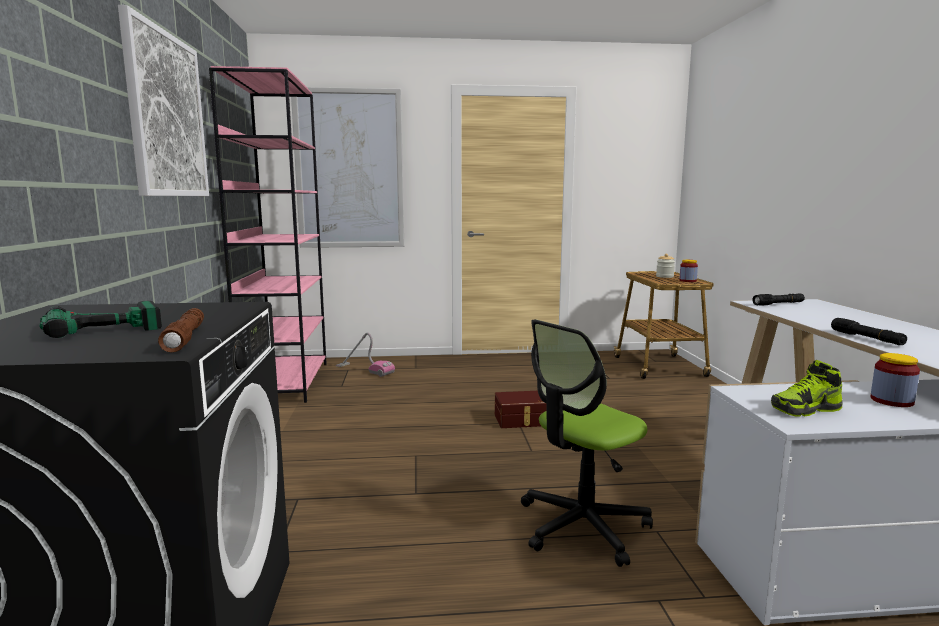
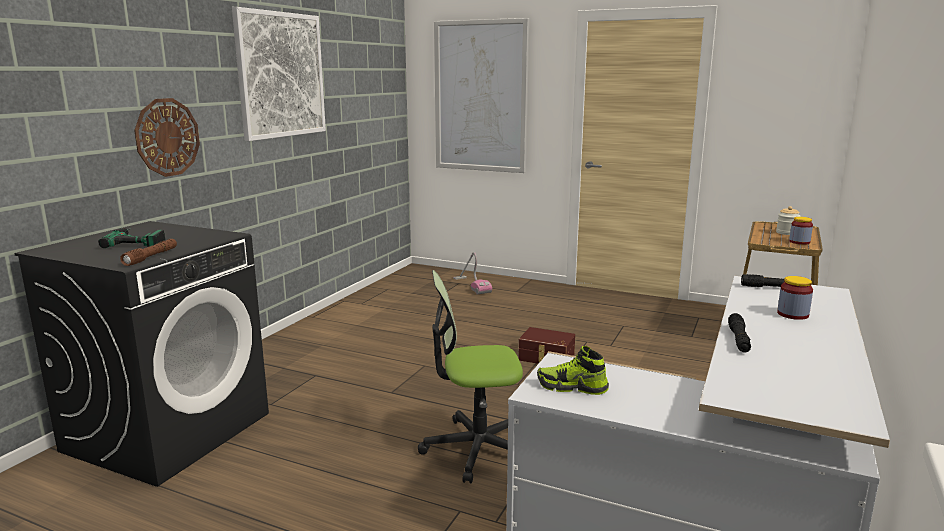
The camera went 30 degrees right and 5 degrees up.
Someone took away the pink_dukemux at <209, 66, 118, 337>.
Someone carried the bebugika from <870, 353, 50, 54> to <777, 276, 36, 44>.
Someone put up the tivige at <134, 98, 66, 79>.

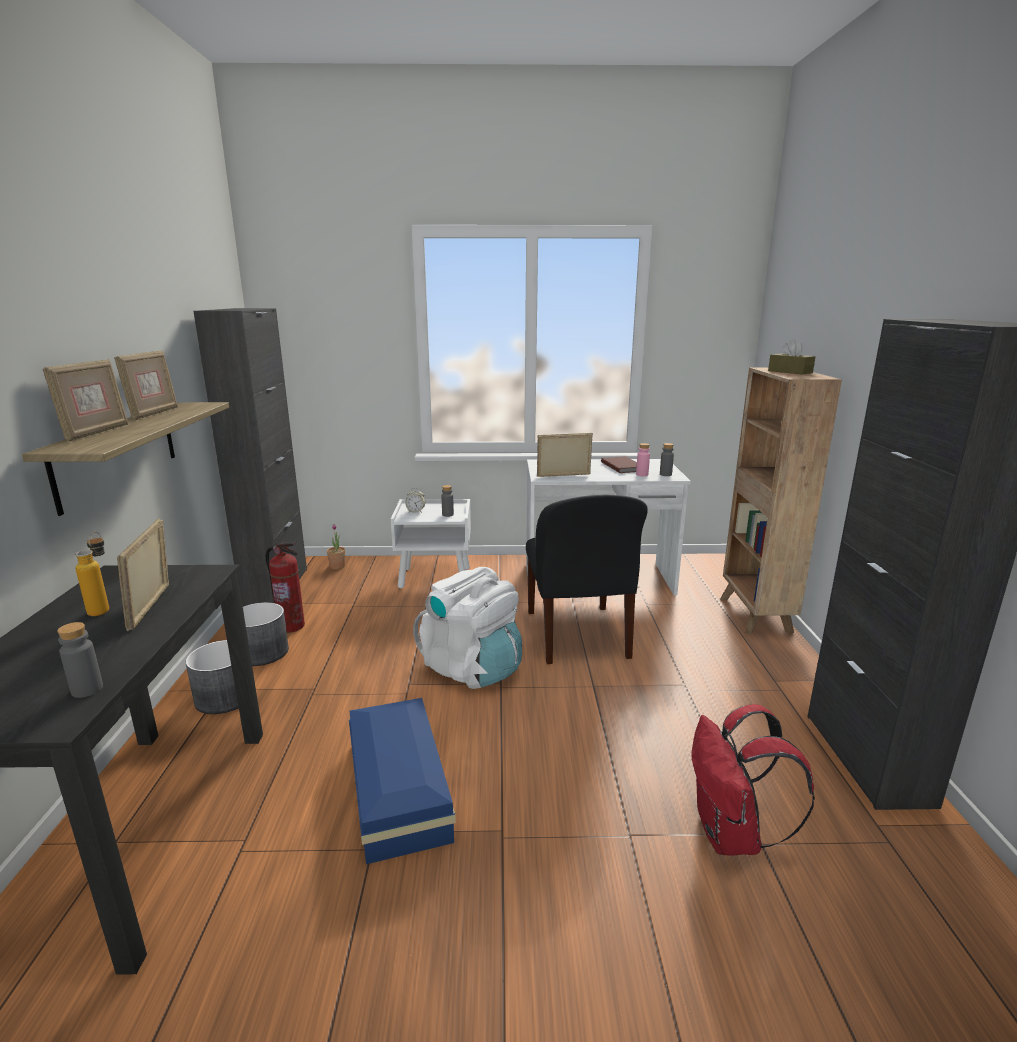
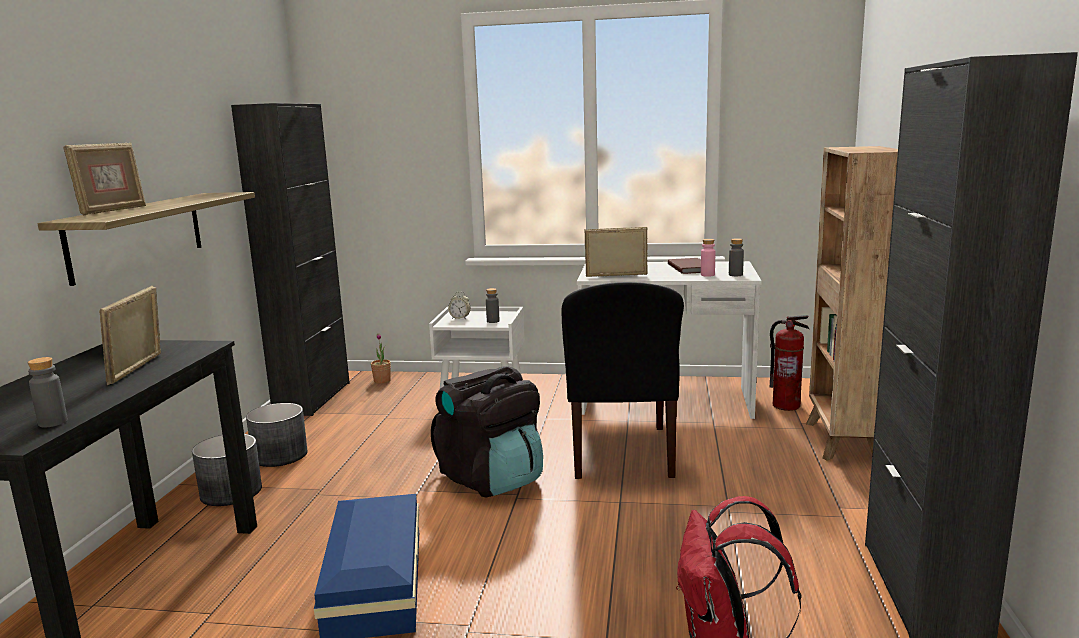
The camera went 10 degrees right and 5 degrees down.
Someone took away the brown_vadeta at <768, 339, 47, 36>.
Someone took away the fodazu at <114, 350, 64, 70>.
Someone took away the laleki at <75, 532, 34, 84>.
Someone carried the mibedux from <266, 542, 39, 91> to <770, 315, 39, 96>.
Someone repainted the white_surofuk at <413, 567, 109, 122>, which became the black_surofuk at <431, 366, 112, 131>.

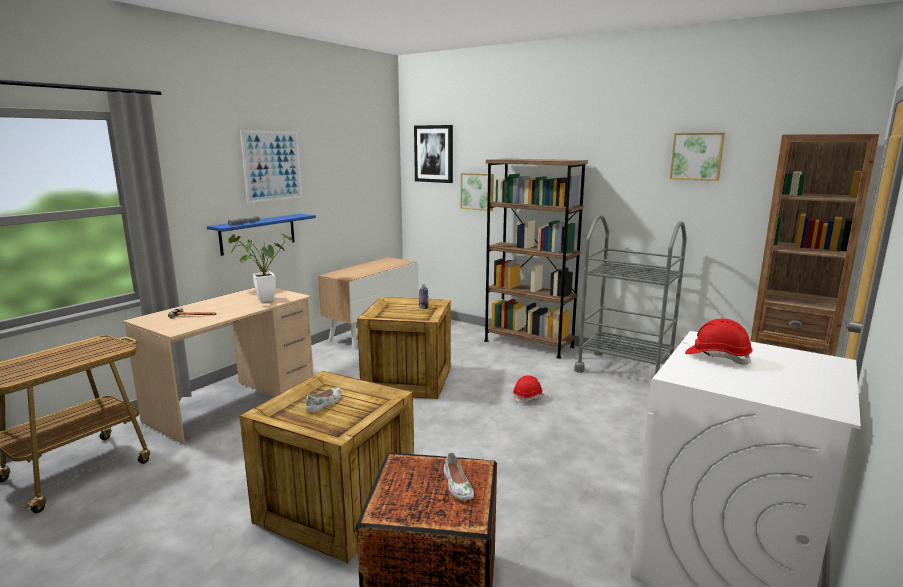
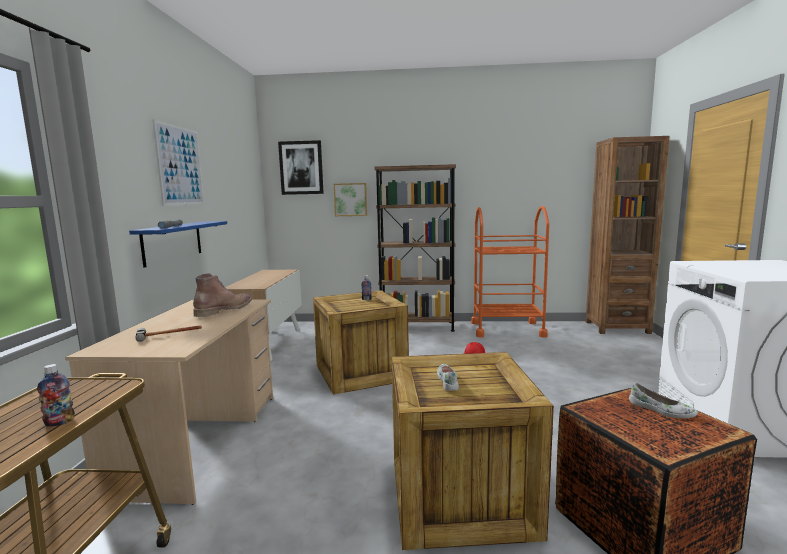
The camera went 30 degrees left and 5 degrees down.
Someone took away the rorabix at <670, 133, 55, 48>.
Someone repainted the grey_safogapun at <574, 215, 113, 169>, which became the orange_safogapun at <471, 206, 78, 132>.
Someone swapped the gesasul at <228, 233, 66, 69> for the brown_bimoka at <193, 273, 59, 44>.
Someone took away the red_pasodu at <685, 318, 68, 47>.
Someone put down the laleki at <37, 364, 38, 63>.

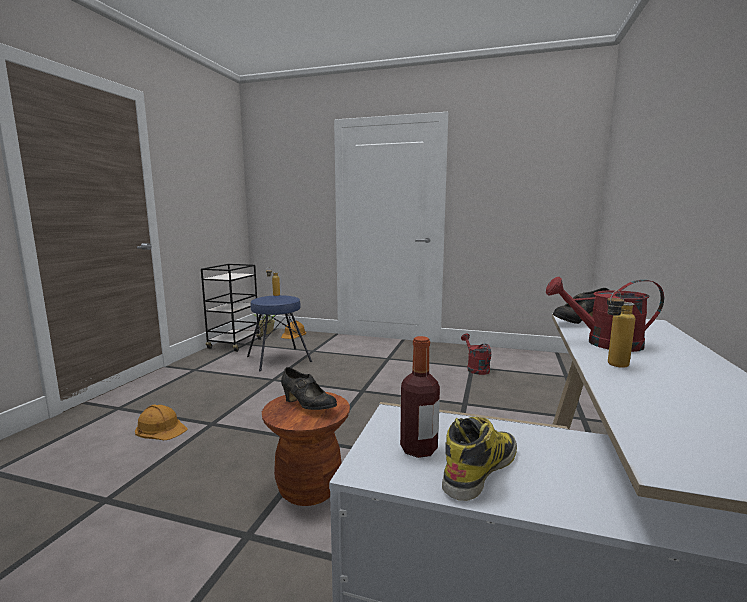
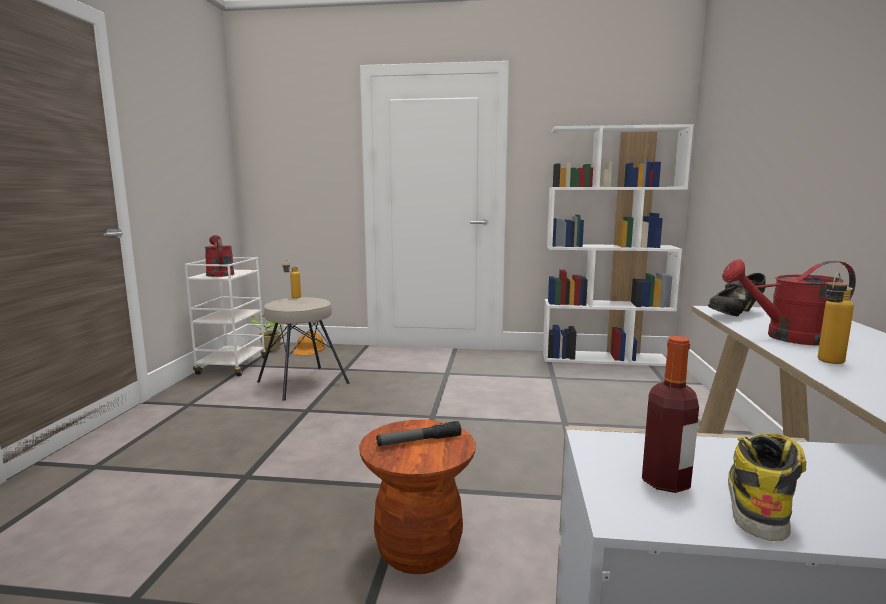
The camera went 10 degrees left and 0 degrees up.
Someone repainted the black_safogapun at <201, 264, 62, 88>, which became the white_safogapun at <185, 257, 85, 119>.
Someone repainted the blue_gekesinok at <247, 295, 65, 76>, which became the beige_gekesinok at <257, 297, 93, 104>.
Someone carried the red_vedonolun from <461, 333, 30, 42> to <205, 235, 29, 42>.
Someone swapped the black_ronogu at <281, 367, 56, 43> for the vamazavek at <376, 421, 85, 25>.
Someone took away the orange_pasodu at <135, 404, 53, 36>.
Someone put down the white_dukemux at <543, 124, 151, 242>.

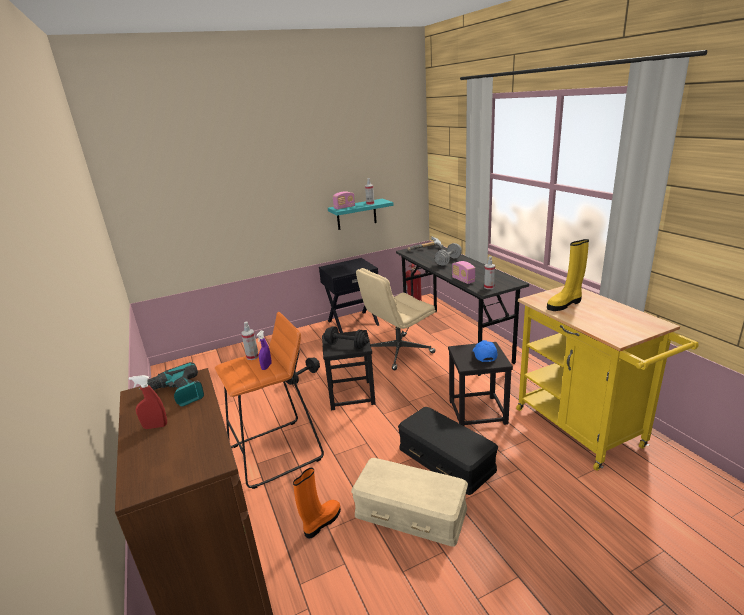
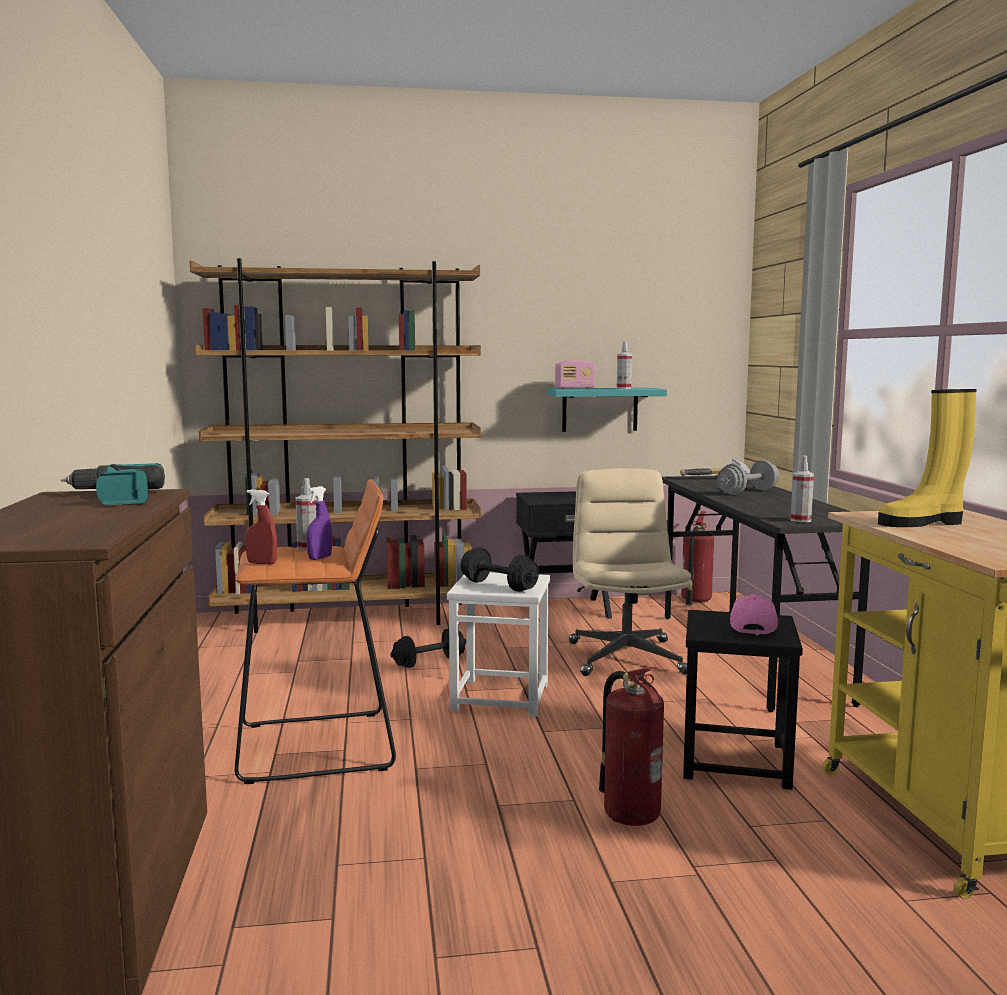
The camera went 15 degrees right and 15 degrees down.
Someone took away the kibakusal at <452, 261, 23, 23>.
Someone rotated the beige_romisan at <356, 268, 80, 102> by 105 degrees clockwise.
Someone repainted the black_gekesinok at <322, 330, 54, 80>, which became the white_gekesinok at <447, 572, 103, 145>.
Someone repainted the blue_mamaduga at <473, 340, 24, 22>, which became the pink_mamaduga at <730, 594, 48, 41>.
Someone carried the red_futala from <129, 375, 38, 54> to <245, 490, 32, 74>.
Someone swapped the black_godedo at <398, 407, 100, 88> for the mibedux at <599, 667, 65, 159>.
Someone took away the beige_godedo at <351, 458, 117, 89>.
Someone took away the orange_bimoka at <293, 468, 48, 71>.
Someone put down the brown_dukemux at <190, 258, 291, 375>.

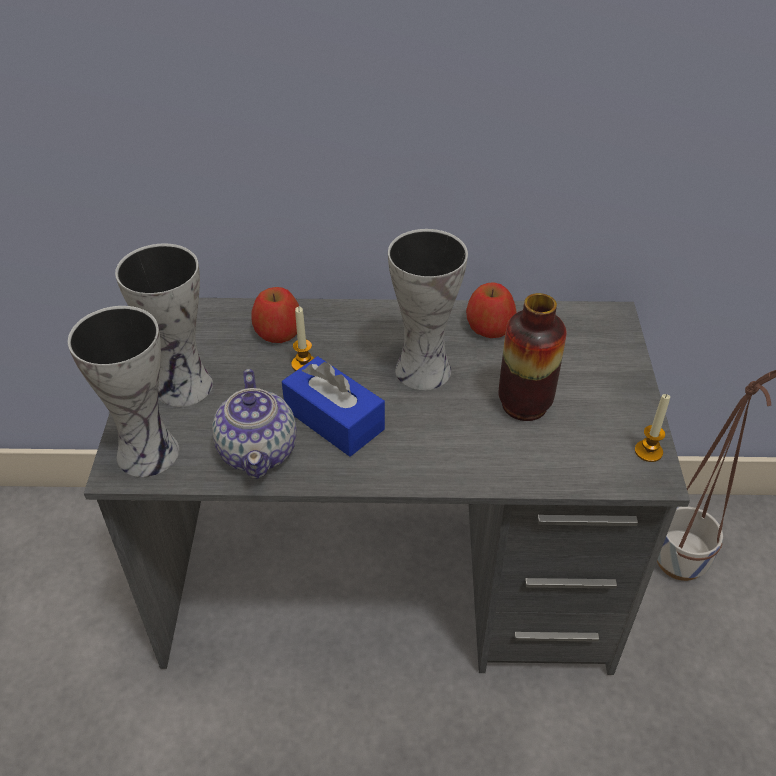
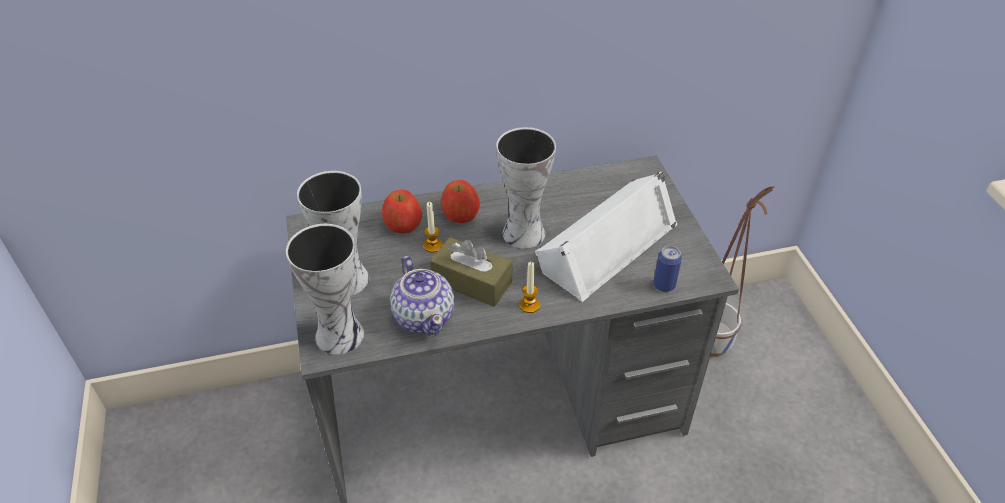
The camera went 15 degrees left and 0 degrees up.
Someone carried the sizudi from <466, 283, 51, 55> to <441, 180, 39, 43>.
Someone swapped the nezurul at <498, 293, 69, 128> for the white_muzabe at <535, 171, 142, 131>.
Someone repainted the blue_vadeta at <282, 356, 103, 100>, which became the brown_vadeta at <430, 237, 82, 70>.
Someone carried the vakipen from <635, 394, 35, 68> to <519, 262, 21, 51>.
Someone put down the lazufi at <653, 246, 29, 46>.

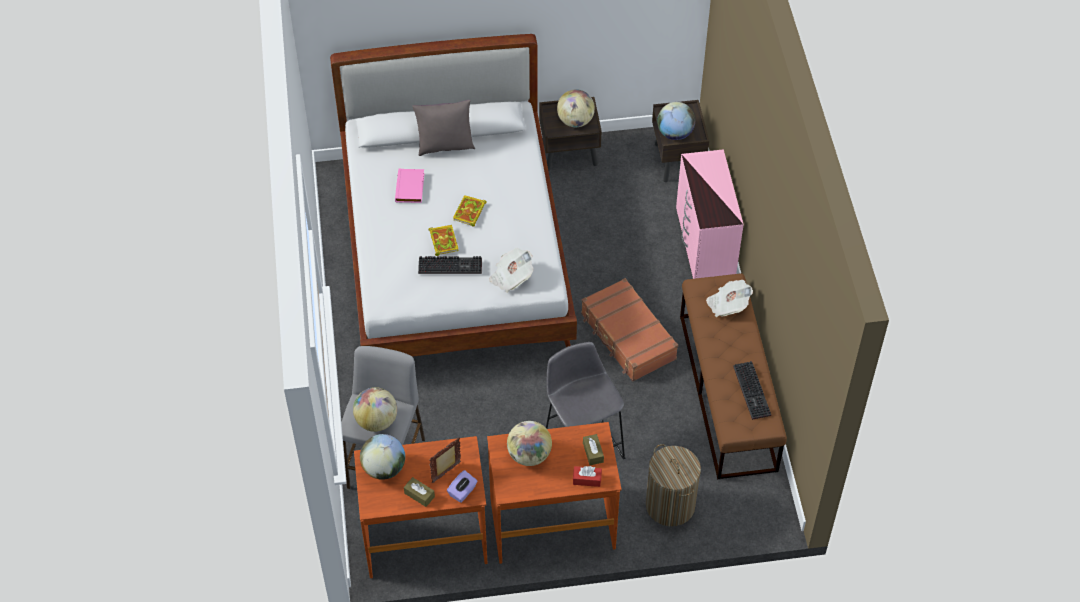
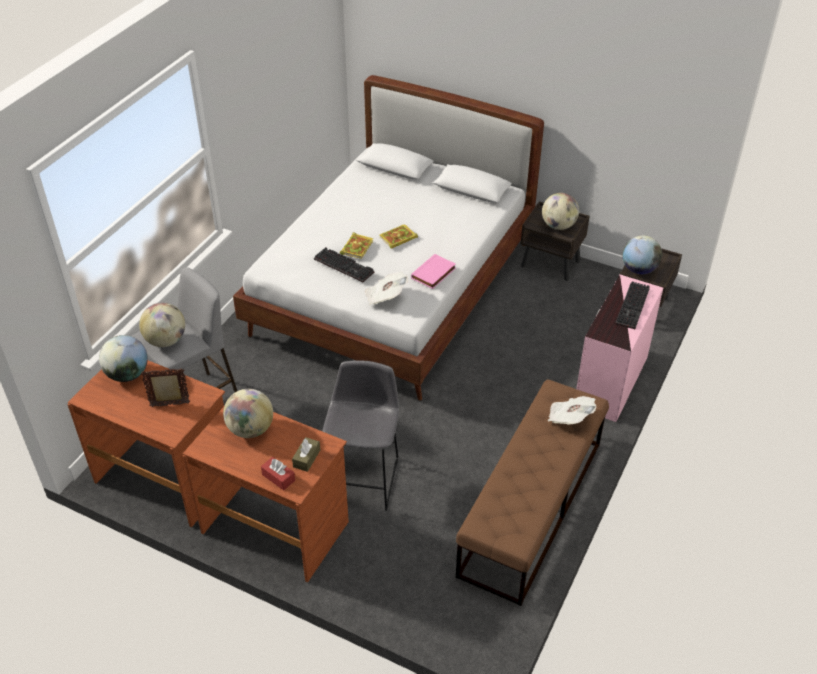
The camera went 35 degrees right and 10 degrees down.
Someone took away the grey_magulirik at <412, 100, 63, 56>.
Someone carried the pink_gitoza from <395, 168, 29, 35> to <411, 254, 45, 35>.
Someone took away the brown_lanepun at <581, 278, 97, 103>.
Someone carried the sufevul from <733, 361, 38, 59> to <615, 282, 35, 47>.
Someone took away the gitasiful at <646, 444, 55, 82>.
Someone took away the purple_vadeta at <447, 470, 31, 33>.
Someone took away the brown_vadeta at <404, 477, 31, 30>.

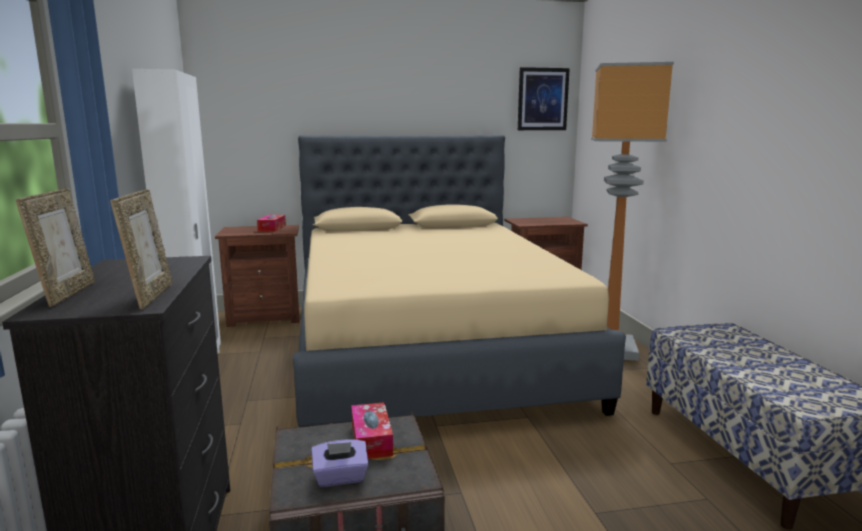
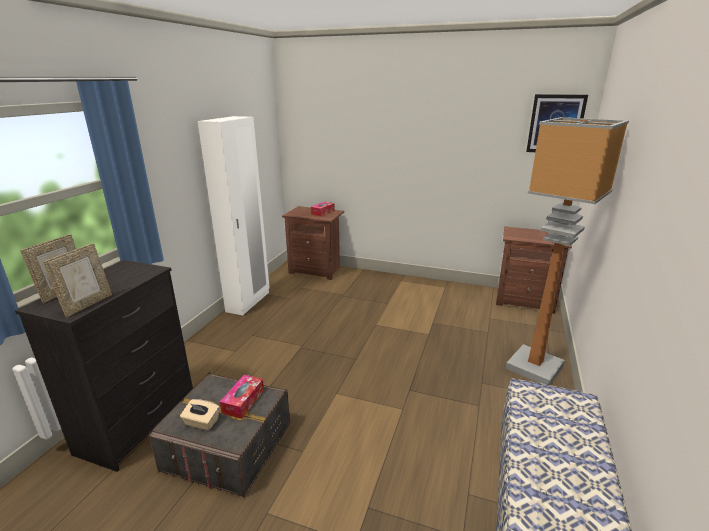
The camera went 30 degrees right and 10 degrees up.
Someone took away the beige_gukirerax at <293, 135, 333, 292>.
Someone repainted the purple_vadeta at <311, 439, 58, 48>, which became the beige_vadeta at <180, 399, 40, 32>.

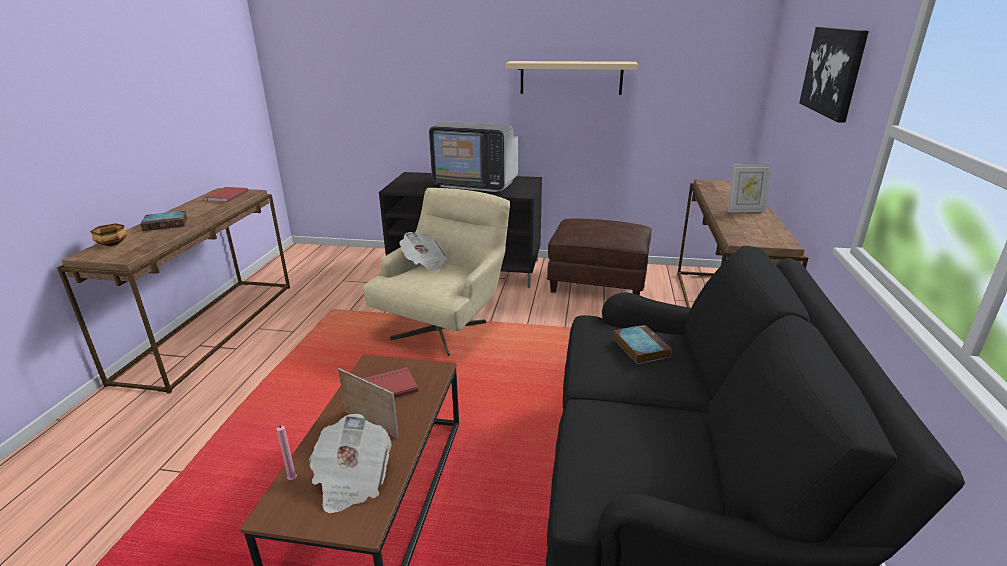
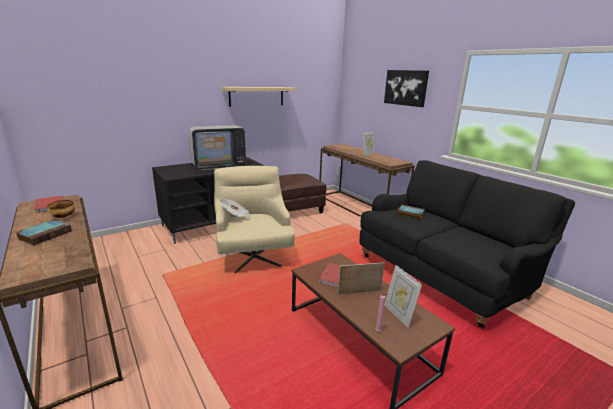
The camera went 45 degrees left and 5 degrees down.
Someone carried the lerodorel from <90, 223, 37, 23> to <47, 200, 28, 18>.
Someone swapped the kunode at <309, 414, 83, 99> for the fodazu at <384, 265, 38, 63>.

